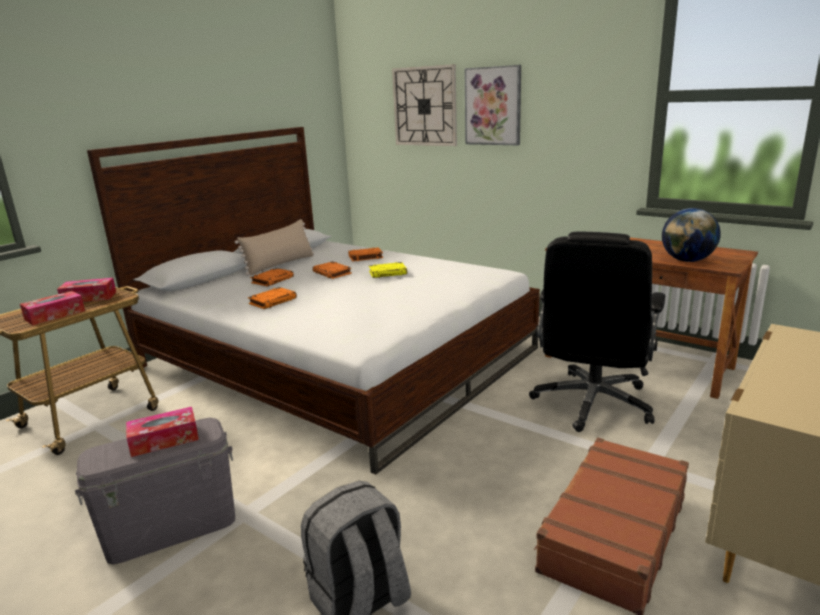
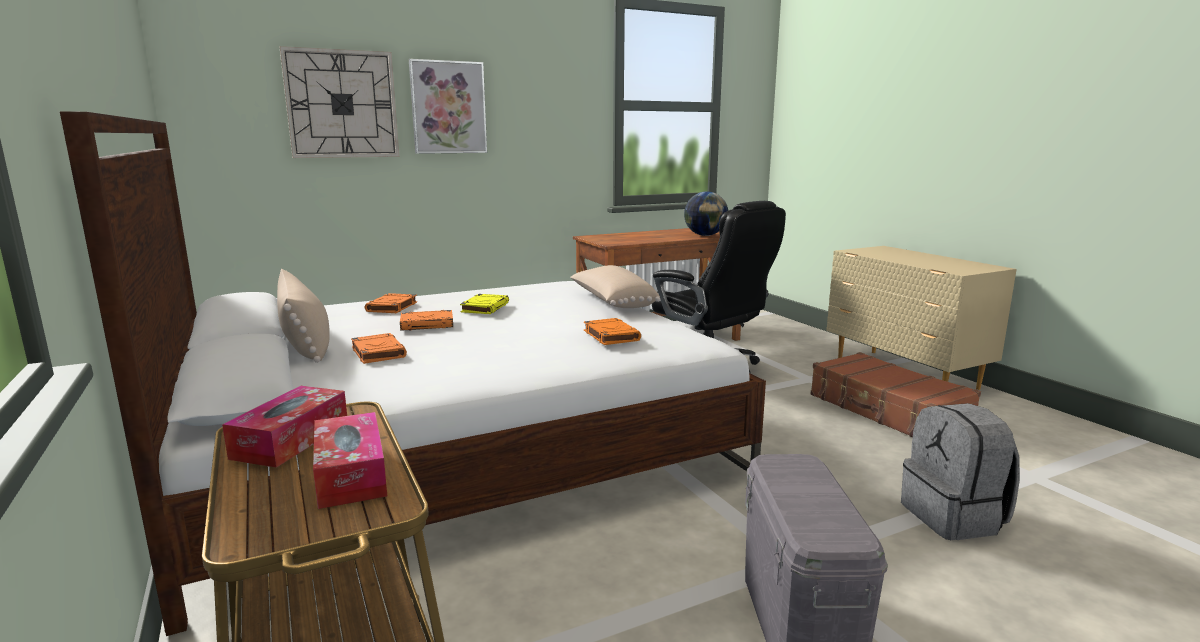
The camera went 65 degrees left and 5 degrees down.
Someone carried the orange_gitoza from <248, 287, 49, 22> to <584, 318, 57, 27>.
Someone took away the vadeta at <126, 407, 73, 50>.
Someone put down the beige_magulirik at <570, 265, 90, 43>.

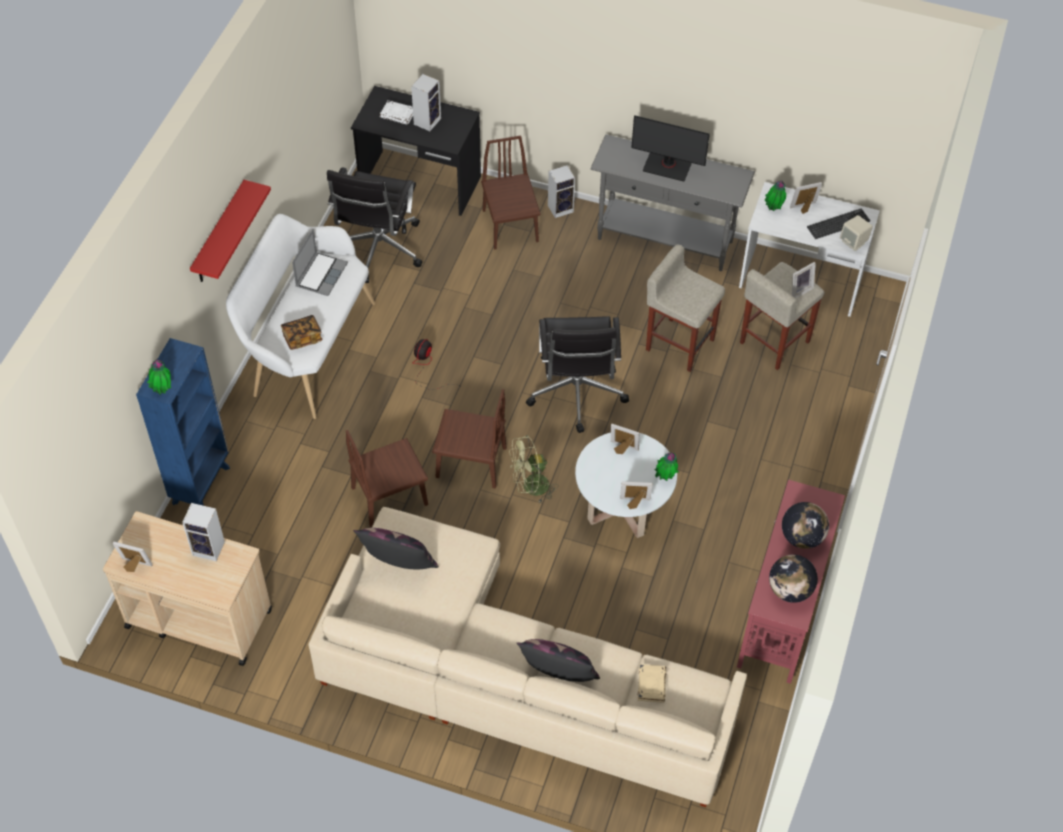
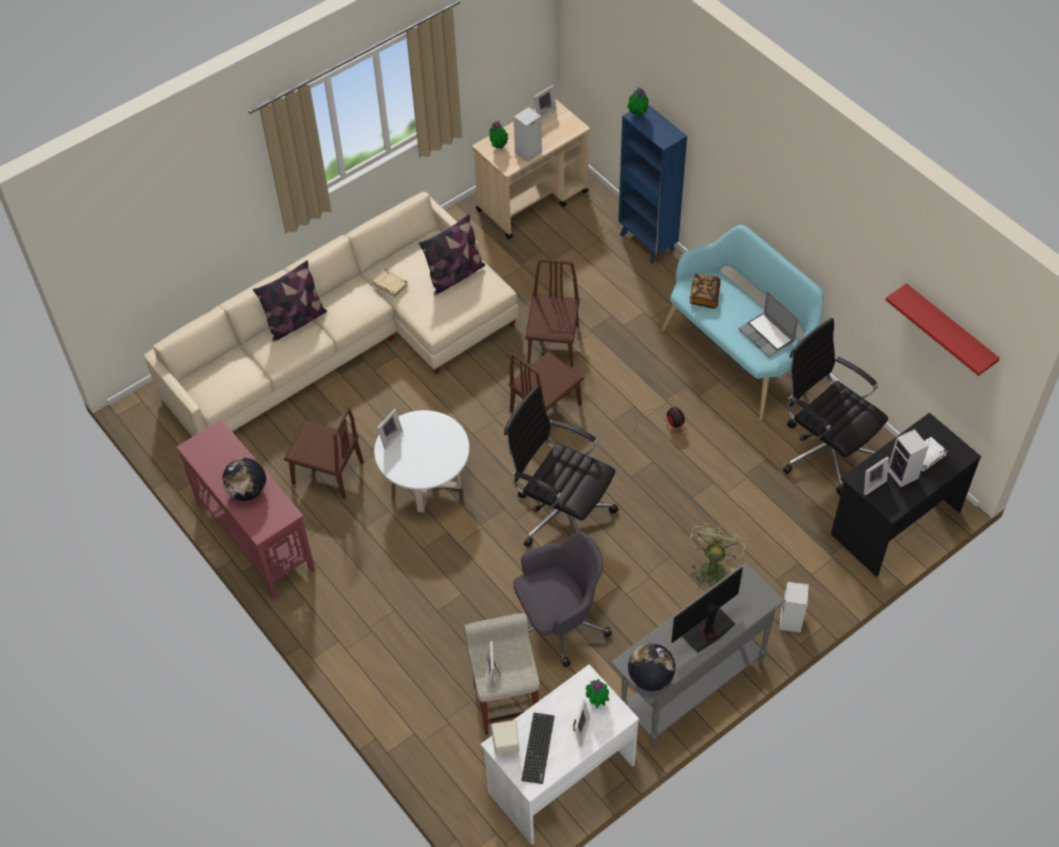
The camera went 125 degrees right and 0 degrees up.
Someone carried the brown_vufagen from <481, 136, 59, 114> to <284, 407, 80, 92>.
Someone carried the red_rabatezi from <190, 180, 81, 102> to <886, 283, 114, 93>.
Someone repainted the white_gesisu at <226, 214, 149, 205>, which became the turquoise_gesisu at <662, 225, 162, 195>.
Someone swapped the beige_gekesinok at <646, 245, 79, 127> for the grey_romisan at <513, 531, 99, 136>.
Someone carried the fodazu from <611, 424, 28, 30> to <864, 456, 25, 39>.
Someone carried the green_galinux from <510, 435, 48, 68> to <689, 524, 57, 64>.
Someone carried the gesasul from <655, 453, 24, 28> to <489, 120, 19, 29>.
Someone carried the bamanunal from <769, 554, 49, 49> to <628, 643, 48, 48>.
Someone carried the beige_gitoza from <638, 664, 28, 39> to <372, 269, 36, 29>.

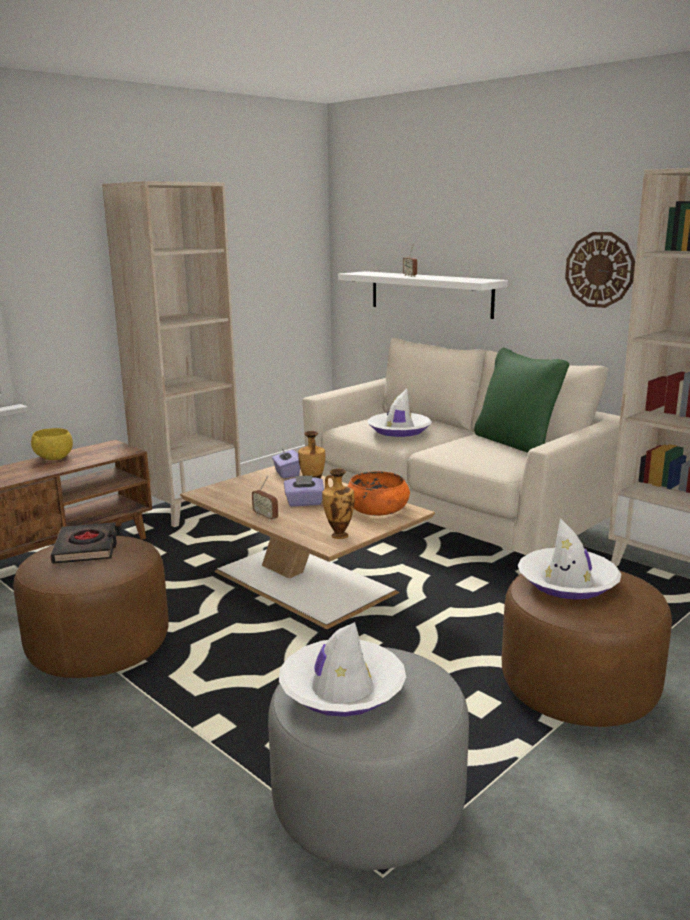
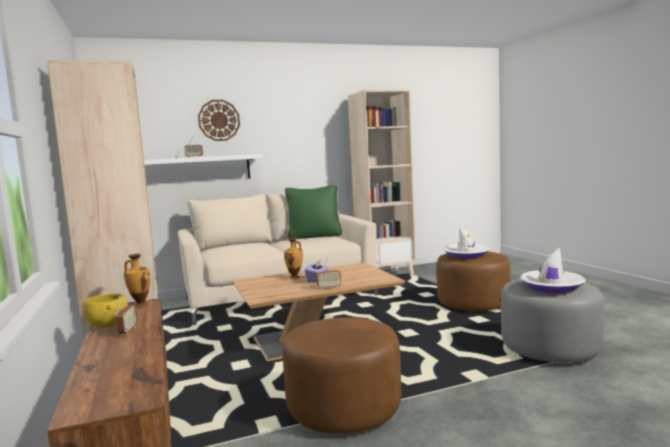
The camera went 65 degrees left and 10 degrees down.
Someone carried the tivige from <565, 232, 70, 76> to <198, 100, 42, 41>.
Someone took away the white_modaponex at <367, 389, 65, 48>.
Someone took away the purple_vadeta at <272, 449, 28, 29>.
Someone carried the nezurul from <322, 468, 32, 71> to <124, 254, 26, 53>.
Someone took away the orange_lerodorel at <347, 471, 63, 45>.
Someone took away the black_gitoza at <50, 522, 67, 42>.
Someone put down the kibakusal at <115, 292, 23, 43>.

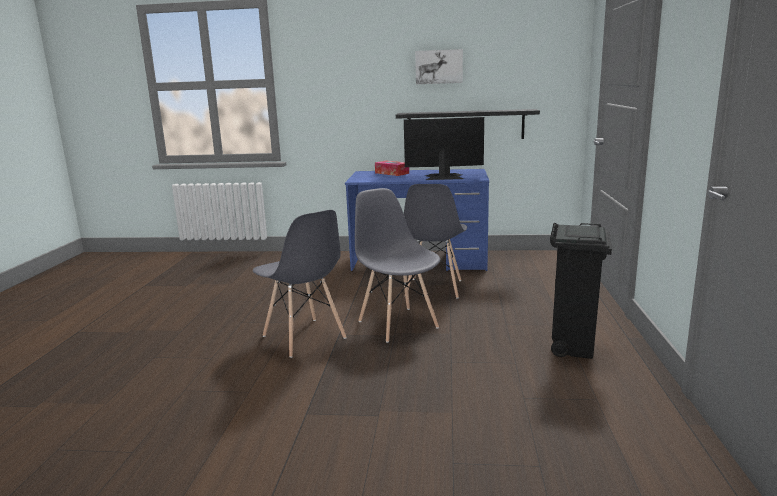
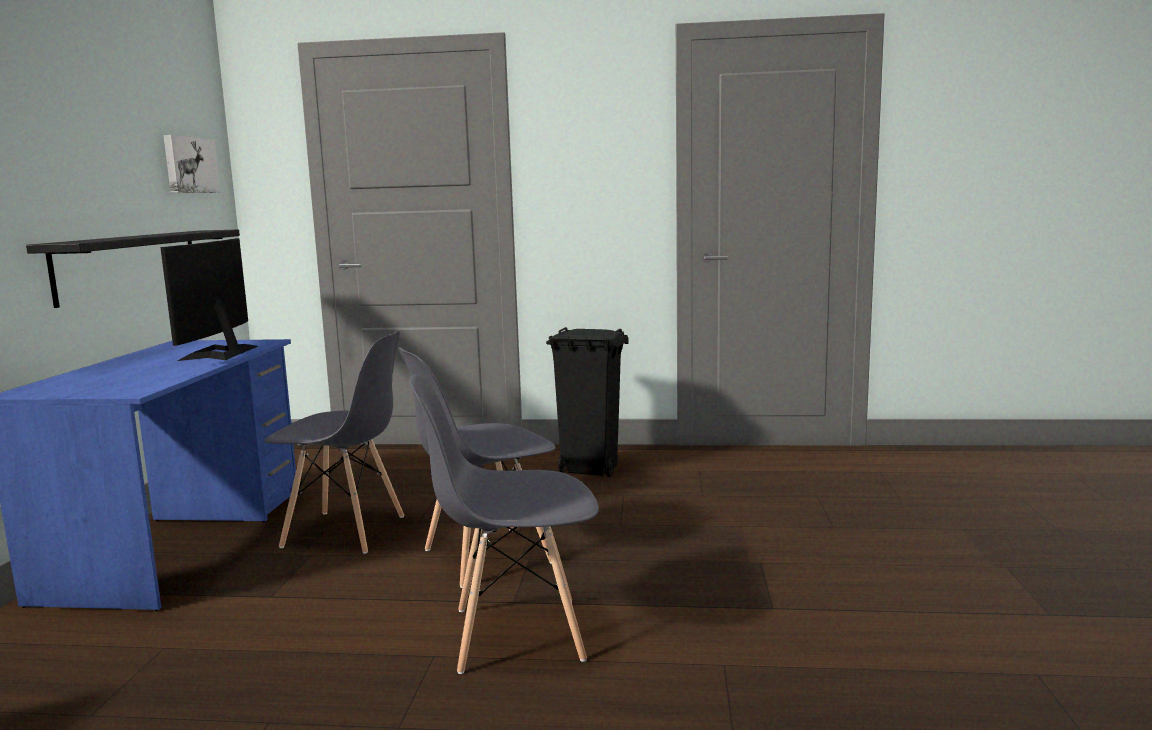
The camera went 90 degrees left and 5 degrees down.
Someone carried the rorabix from <415, 49, 48, 35> to <163, 135, 58, 58>.
Someone took away the vadeta at <375, 161, 34, 15>.
Someone rotated the grey_vufagen at <253, 210, 93, 148> by 150 degrees counterclockwise.

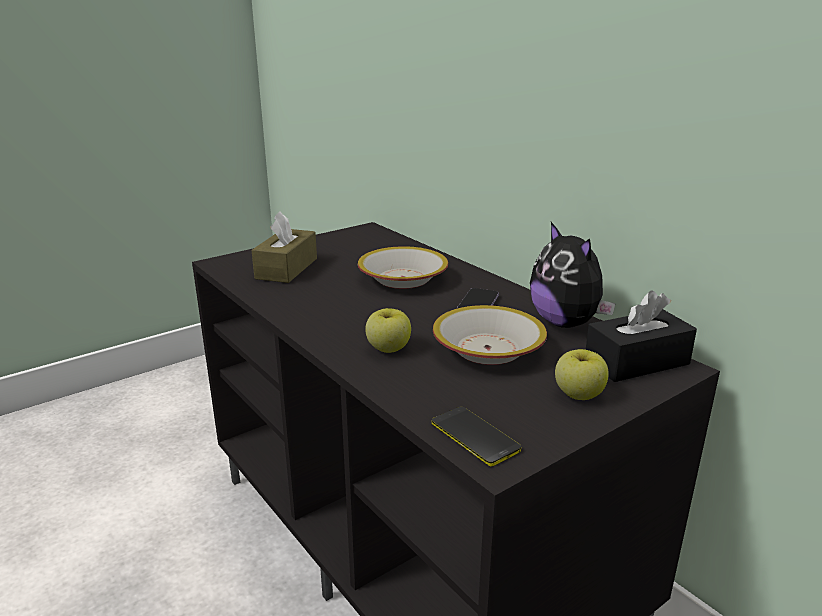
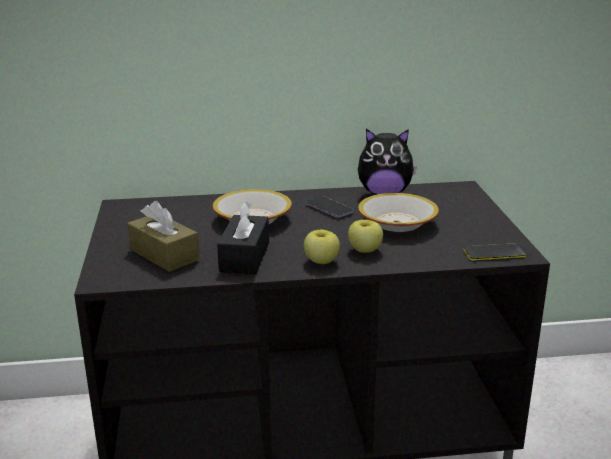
The camera went 60 degrees left and 0 degrees up.
Someone carried the black_vadeta from <586, 290, 111, 92> to <217, 202, 52, 72>.
Someone carried the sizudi from <555, 349, 54, 51> to <304, 230, 36, 34>.

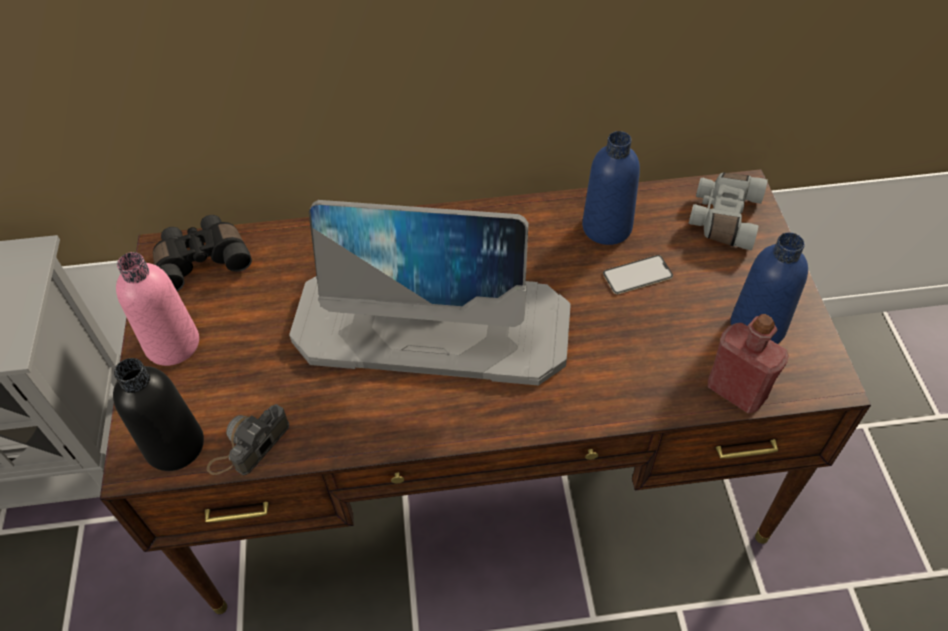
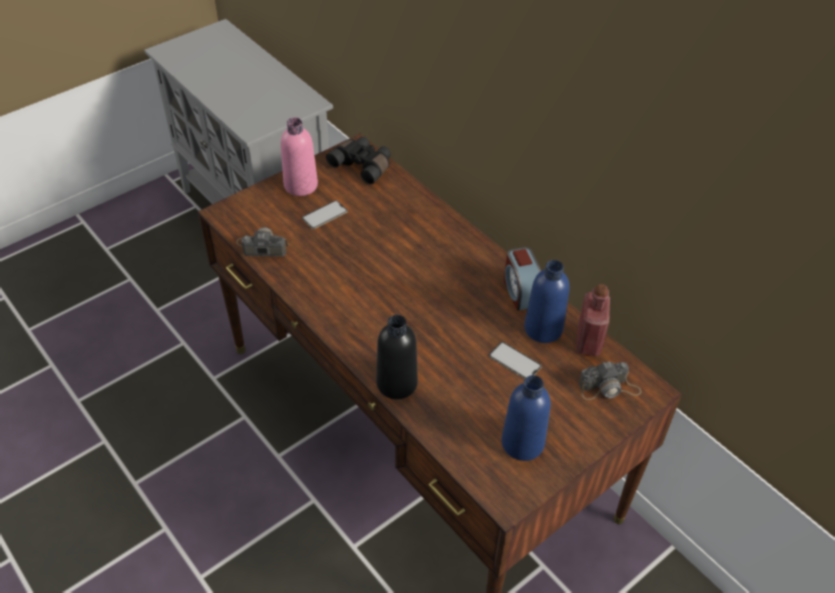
The camera went 55 degrees right and 5 degrees down.
Someone swapped the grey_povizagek at <689, 173, 79, 77> for the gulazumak at <578, 361, 64, 39>.
Someone took away the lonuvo at <289, 200, 282, 186>.
Someone carried the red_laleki from <708, 314, 81, 100> to <576, 284, 34, 72>.
Someone carried the black_laleki from <113, 358, 91, 113> to <376, 315, 42, 84>.
Someone put down the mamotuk at <302, 200, 46, 29>.
Someone put down the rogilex at <504, 247, 37, 64>.

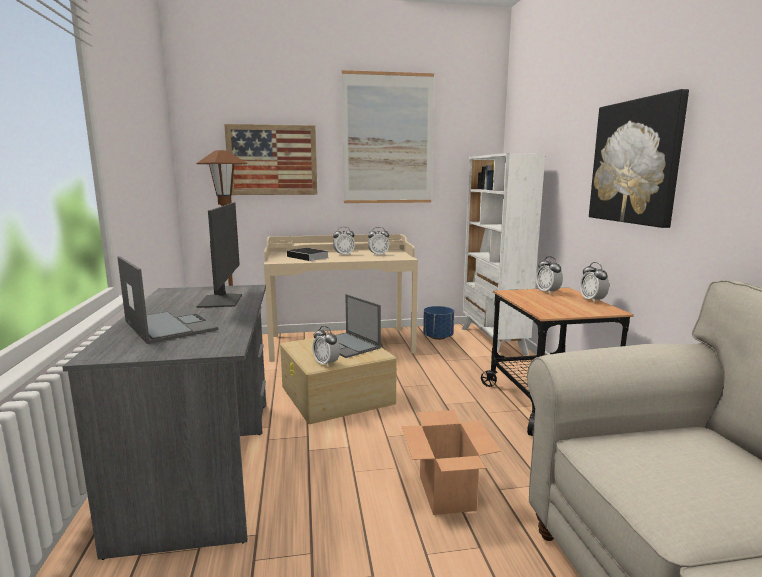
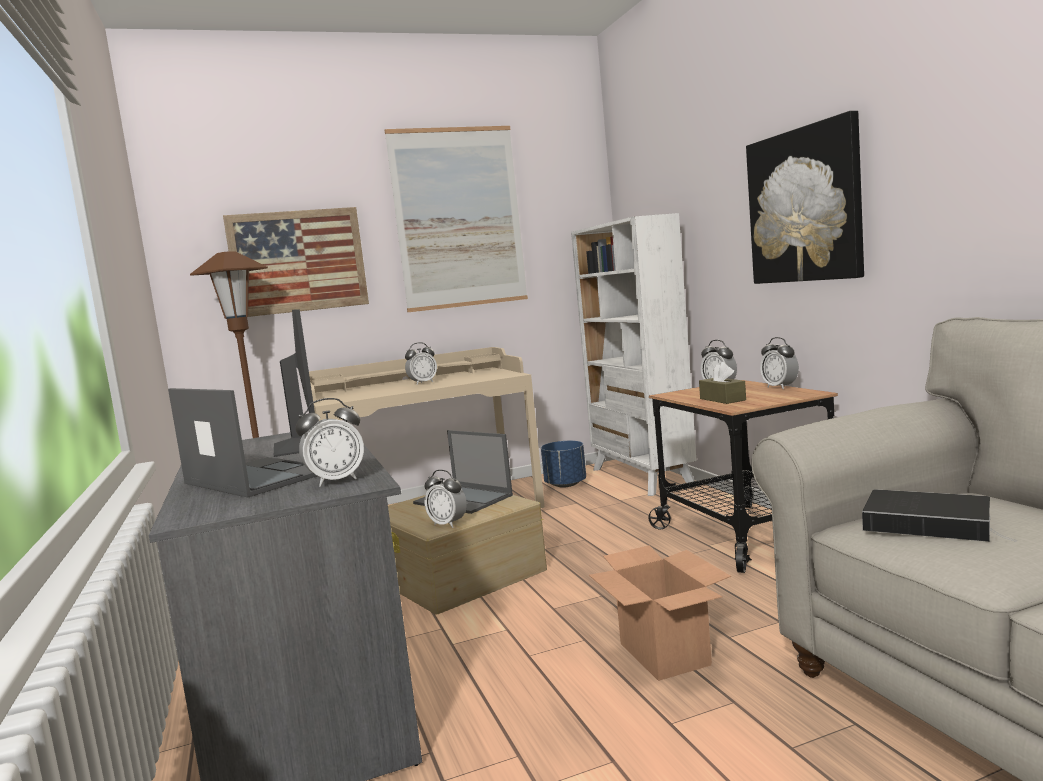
The camera went 10 degrees left and 5 degrees down.
Someone carried the rogilex from <368, 227, 21, 29> to <295, 398, 69, 89>.
Someone carried the gitoza from <287, 248, 42, 13> to <862, 489, 155, 53>.
Someone put down the brown_vadeta at <699, 362, 47, 42>.

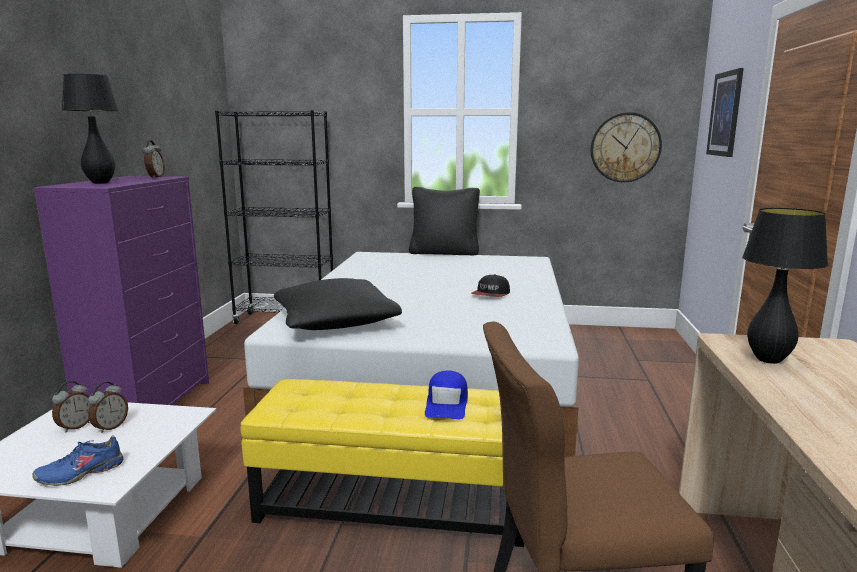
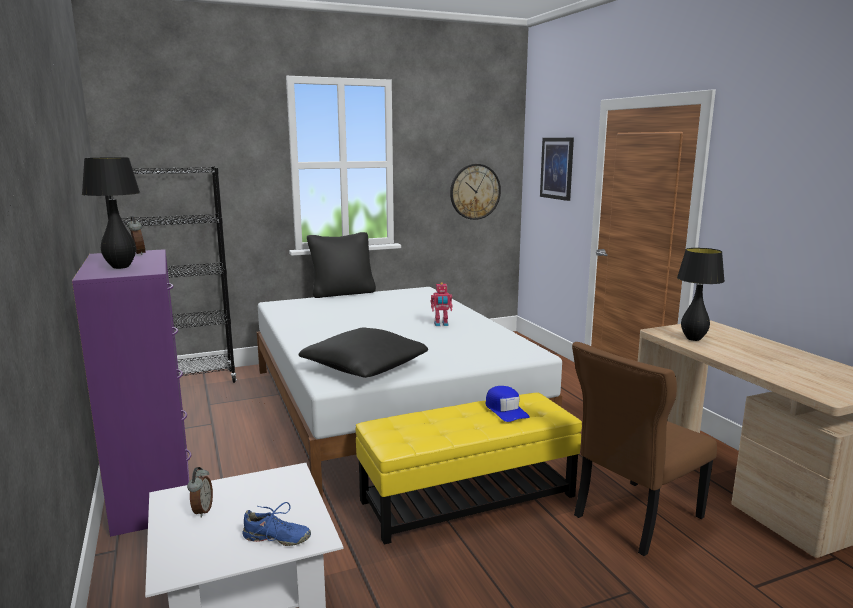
The camera went 30 degrees left and 0 degrees up.
Someone swapped the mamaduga at <472, 274, 38, 23> for the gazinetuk at <431, 282, 21, 44>.
Someone took away the rogilex at <88, 382, 40, 51>.
Someone rotated the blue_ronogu at <32, 436, 92, 50> by 105 degrees counterclockwise.

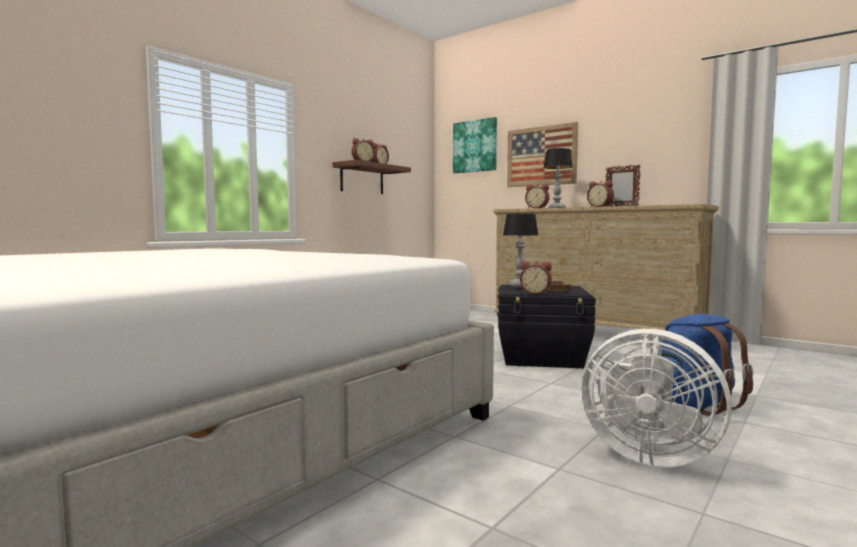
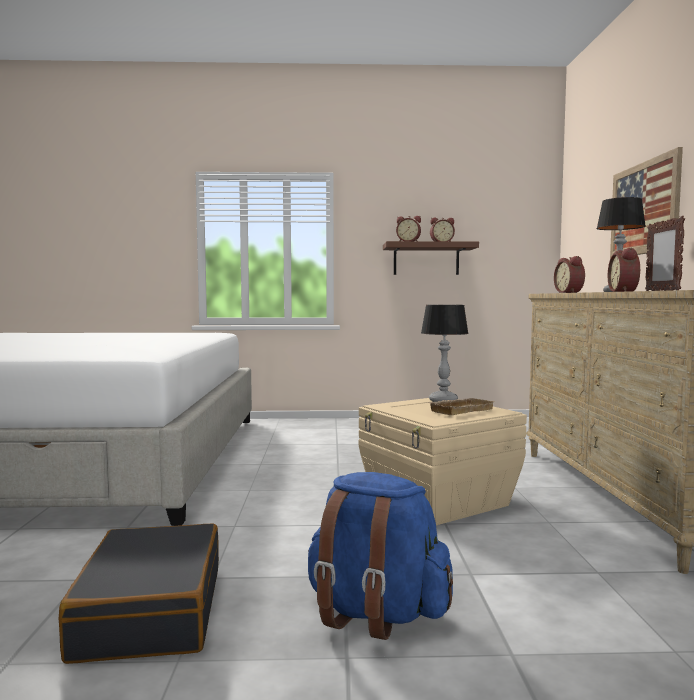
The camera went 50 degrees right and 0 degrees up.
Someone took away the rorabix at <453, 117, 44, 56>.
Someone took away the rogilex at <520, 261, 32, 33>.
Someone repainted the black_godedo at <497, 285, 99, 83>, which became the beige_godedo at <359, 398, 168, 127>.
Someone swapped the white_galinux at <582, 329, 150, 139> for the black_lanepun at <59, 523, 160, 141>.

